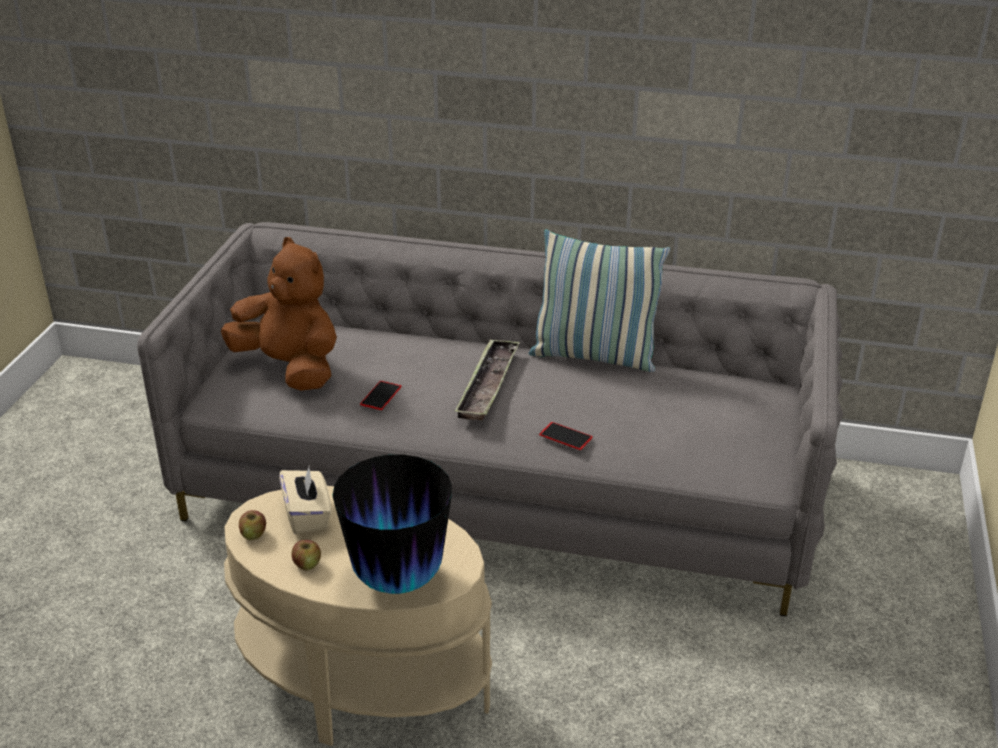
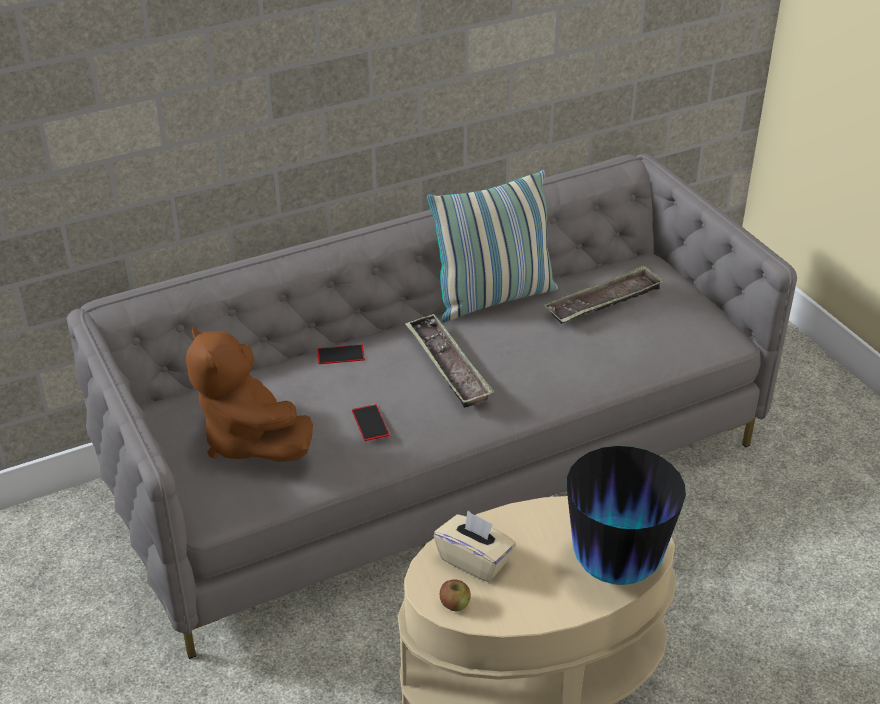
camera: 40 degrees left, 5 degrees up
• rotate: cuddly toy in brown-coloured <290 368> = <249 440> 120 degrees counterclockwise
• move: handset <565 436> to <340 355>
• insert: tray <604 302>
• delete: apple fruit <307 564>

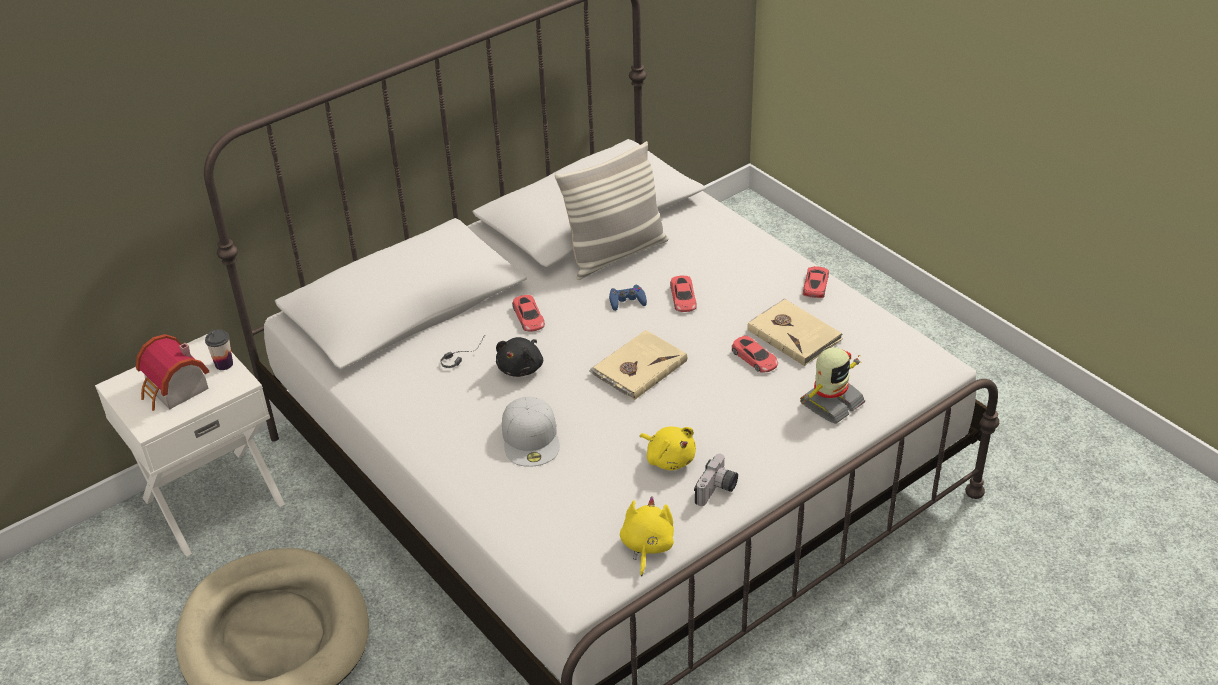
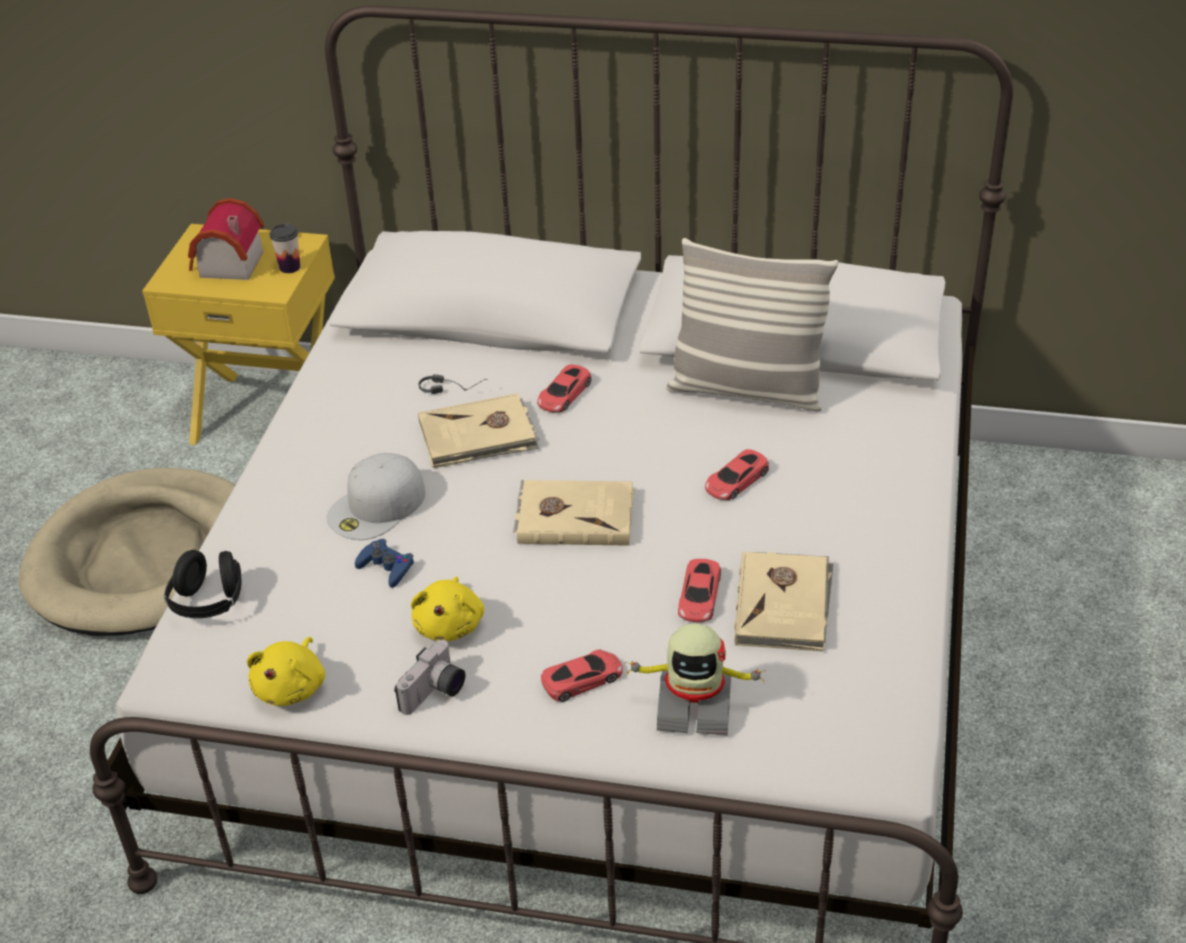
camera: 50 degrees right, 0 degrees up
• recolor: night table in white-coloured <212 500> to night table in yellow-coloured <269 412>
• insert: headset in black-coloured <209 603>
• rotate: cuddly toy in yellow-coloured <646 546> = <292 687> 135 degrees clockwise
• move: game controller in blue-coloured <627 301> to <386 567>
• rotate: still camera <717 491> = <435 693> 45 degrees counterclockwise
• replace: cuddly toy in black-coloured <521 368> to book in beige <478 436>
• move: toy car in reddish <815 284> to <582 679>

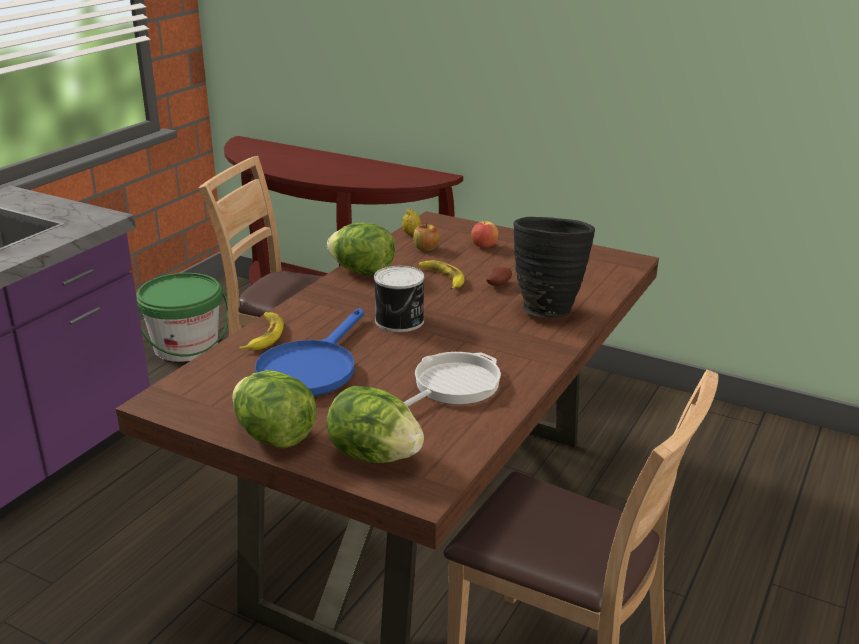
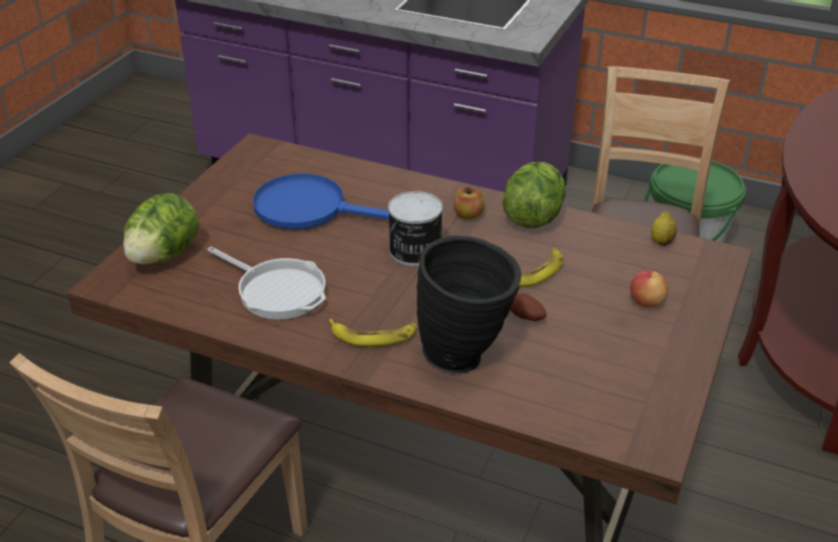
camera: 85 degrees right, 10 degrees up
• move: whole banana <264 335> to <373 336>
• move: apple fruit <426 248> to <468 215>
• delete: lettuce head <274 436>

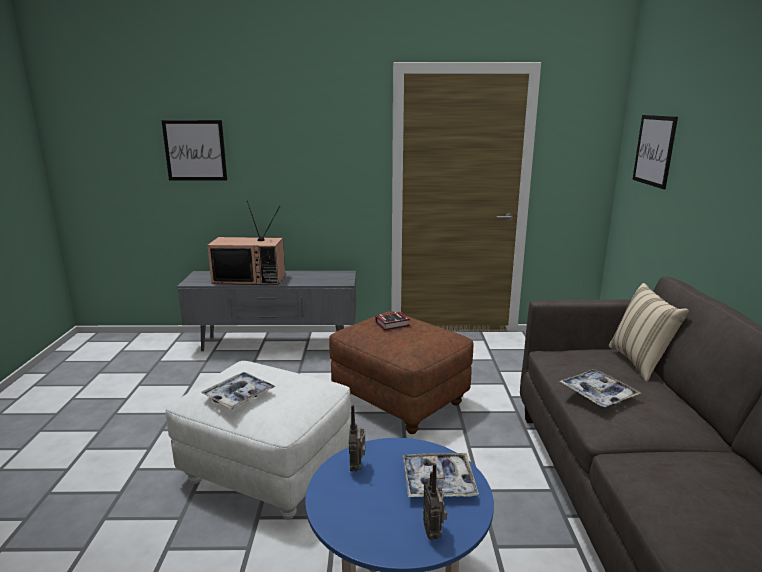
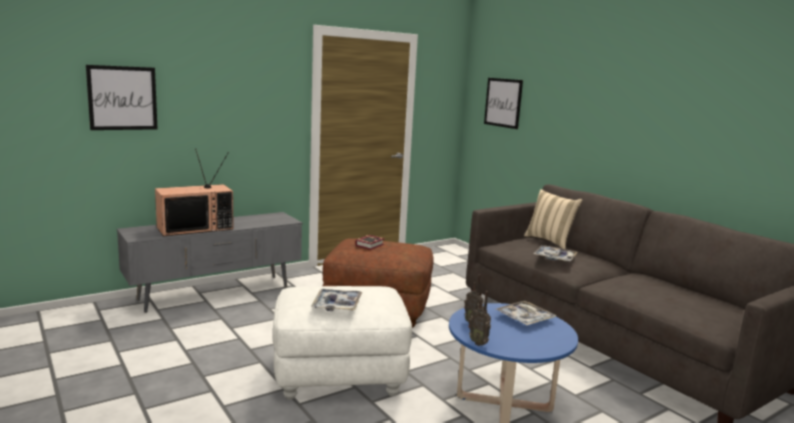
camera: 35 degrees left, 5 degrees down
• move: radio receiver <433 532> to <478 343>

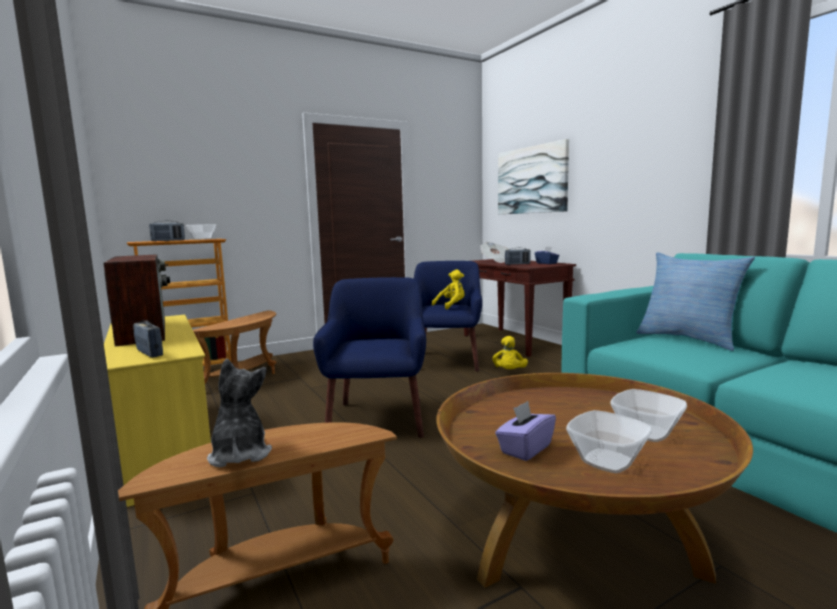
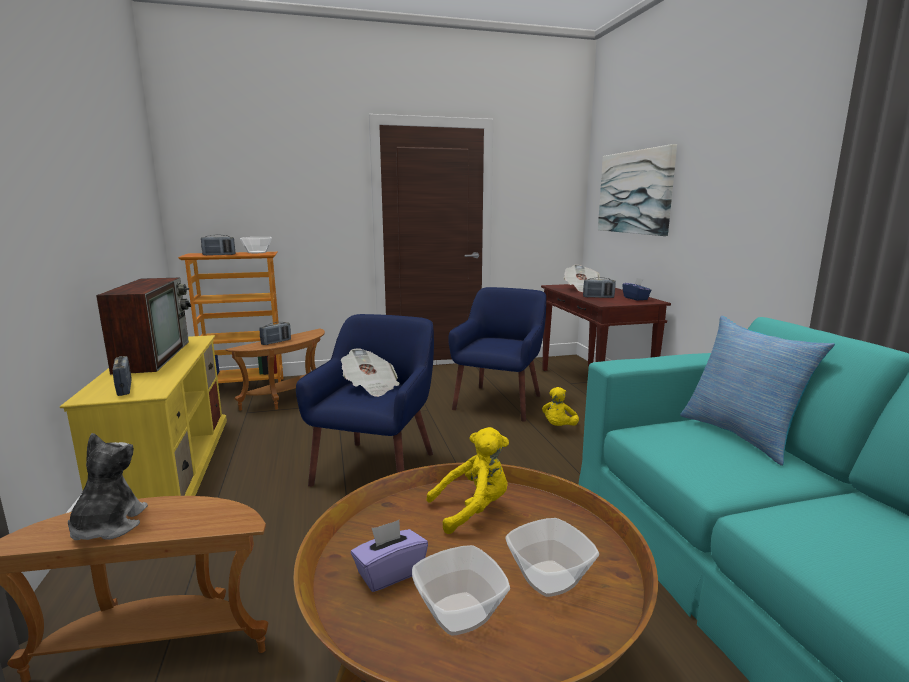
camera: 15 degrees right, 5 degrees up
• insert: radio receiver <276 342>
• insert: printed paper <371 387>
• move: cuddly toy in yellow-coloured <451 306> to <473 510>

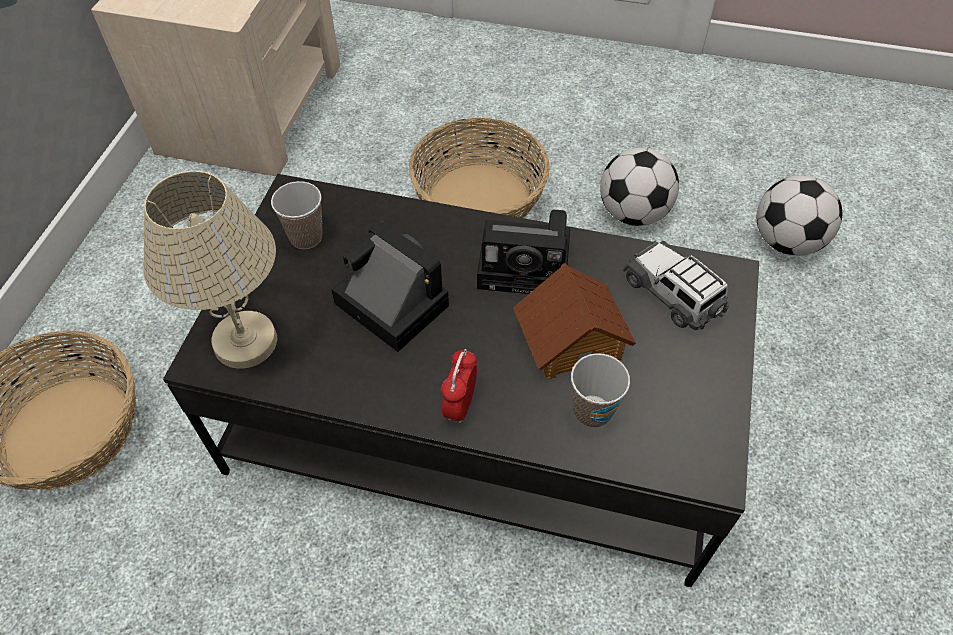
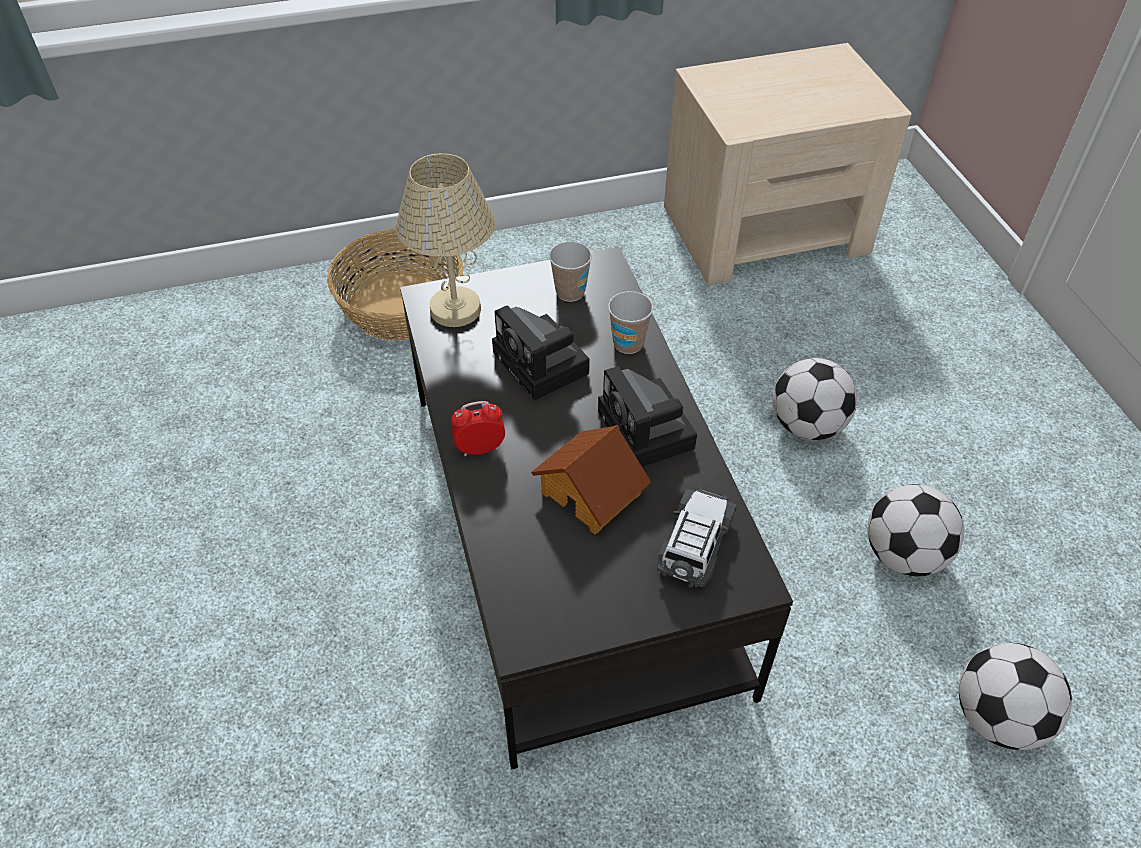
camera: 60 degrees right, 5 degrees down
• rotate: still camera <387 303> = <544 365> 135 degrees clockwise
• move: cup <592 411> to <628 343>
• replace: household basket <479 199> to ball for football <807 425>

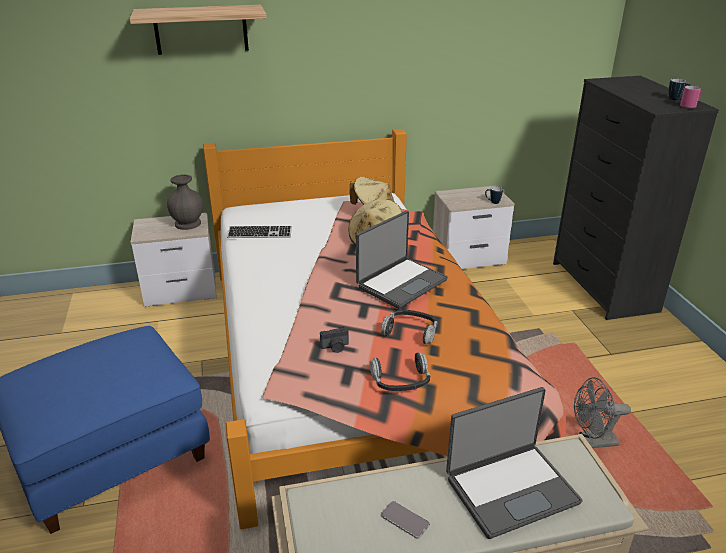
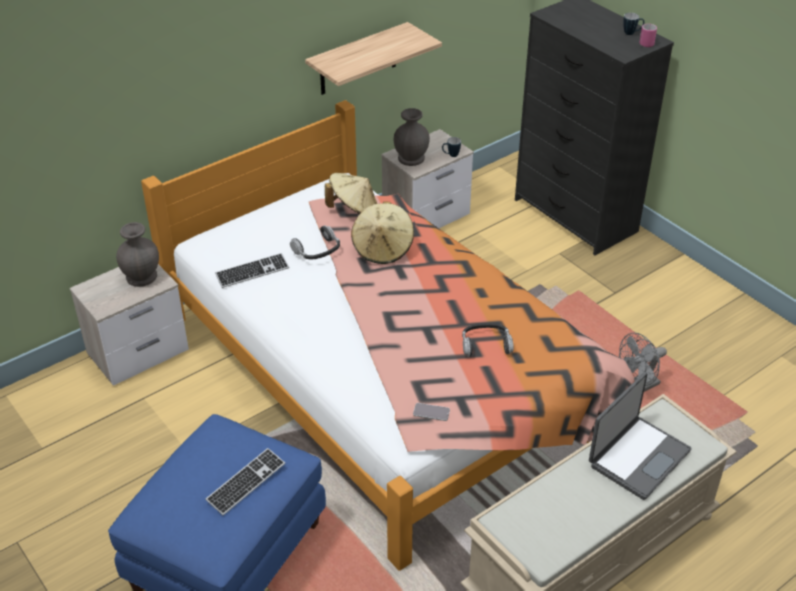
camera: 25 degrees left, 10 degrees up
• insert: PC keyboard <246 483>
• move: headset <400 380> to <317 250>
• move: shelf <201 29> to <358 60>
• insert: decorative vase in gray <410 158>
• move: handset <405 520> to <431 412>
• delete: still camera <335 347>
• delete: portable computer <401 283>

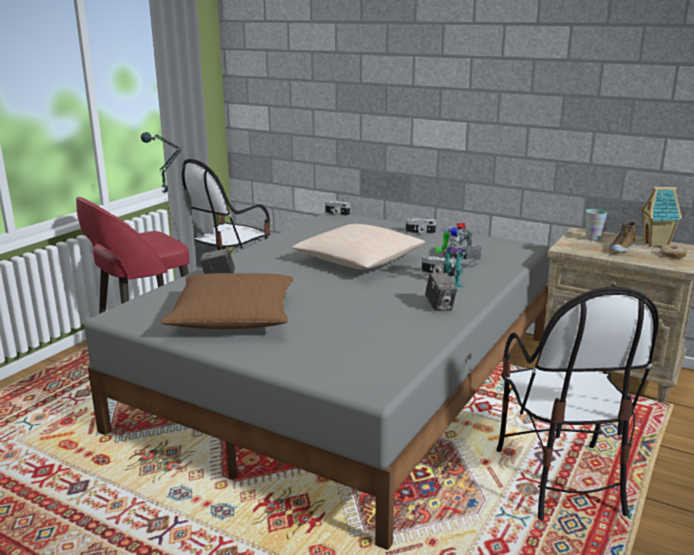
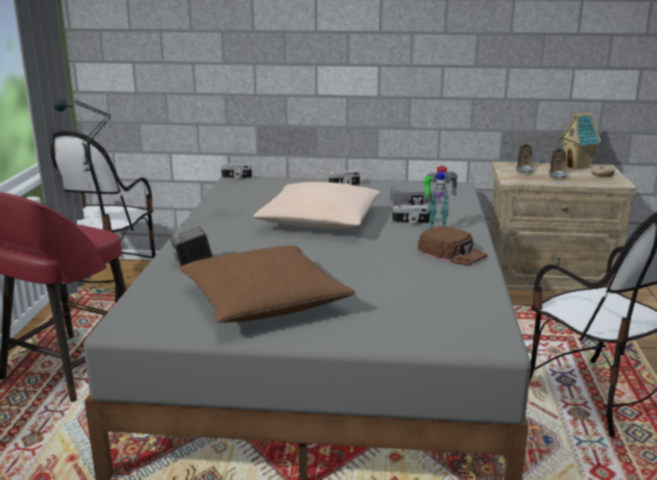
camera: 25 degrees left, 0 degrees up
• replace: still camera <440 306> to peaked cap in brown-coloured <452 253>
• replace: cup <593 238> to low shoe <524 169>

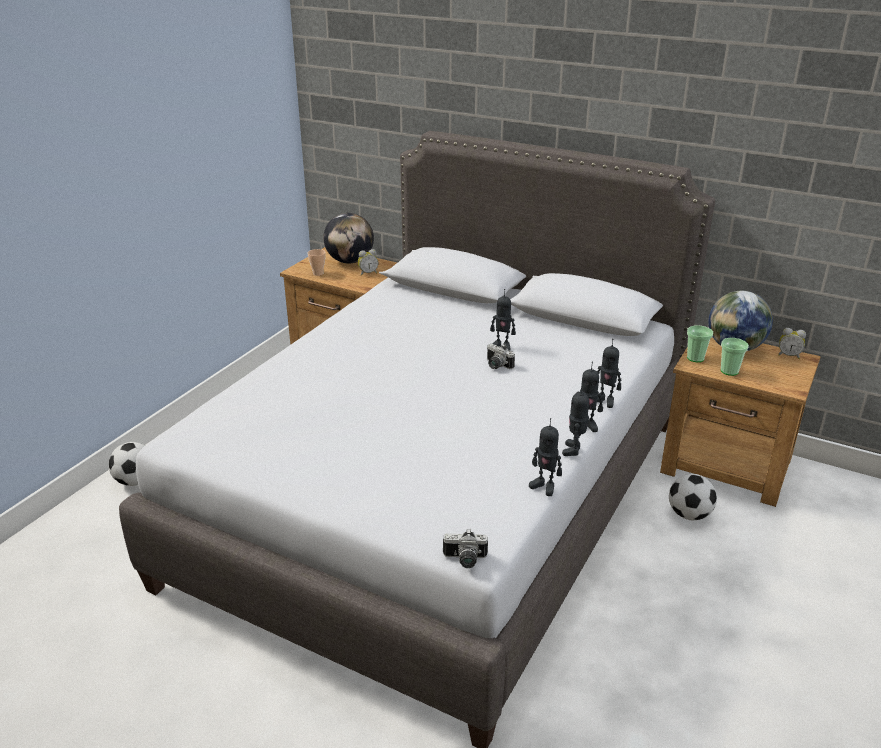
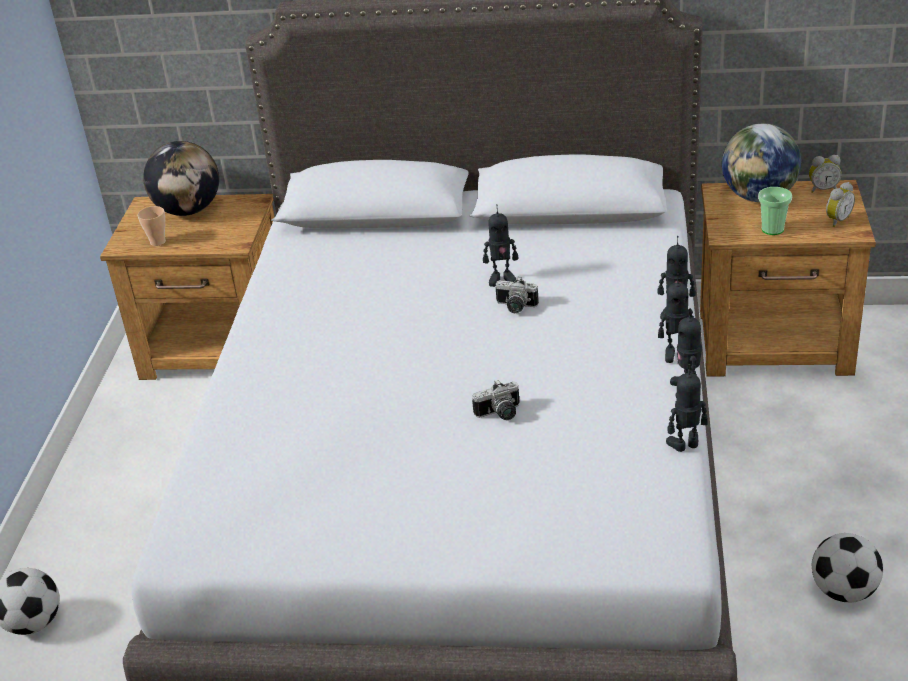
camera: 20 degrees left, 5 degrees up
• move: still camera <464 560> to <500 414>
• rotate: robot figure <544 486> = <686 445> 150 degrees clockwise
• move: ball for football <689 515> to <843 591>
• move: alarm clock <368 273> to <836 220>
• delete: cup <695 358>

